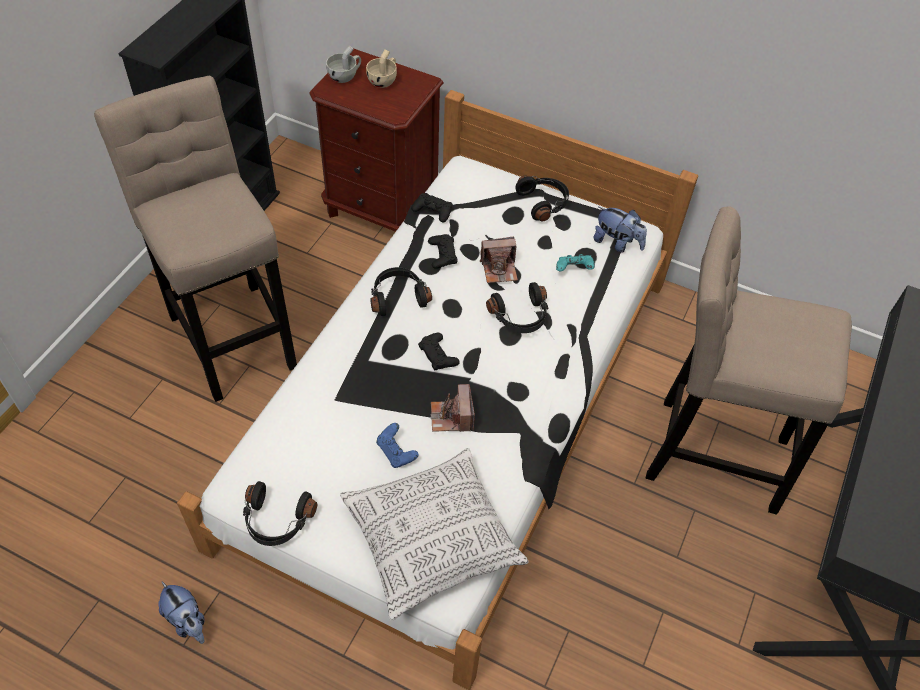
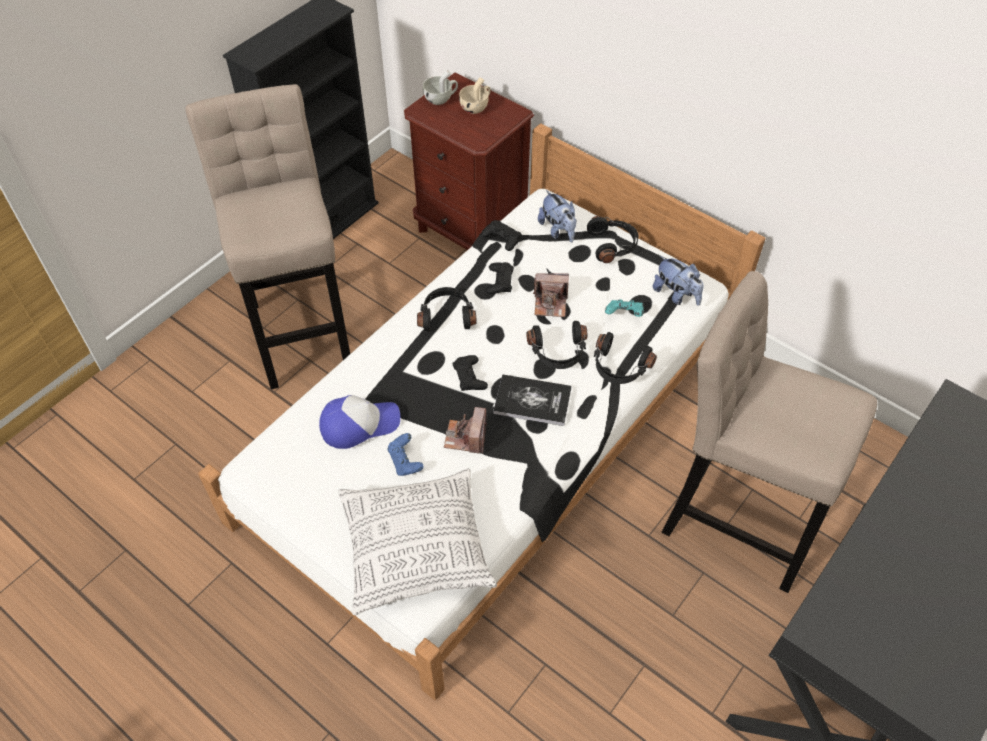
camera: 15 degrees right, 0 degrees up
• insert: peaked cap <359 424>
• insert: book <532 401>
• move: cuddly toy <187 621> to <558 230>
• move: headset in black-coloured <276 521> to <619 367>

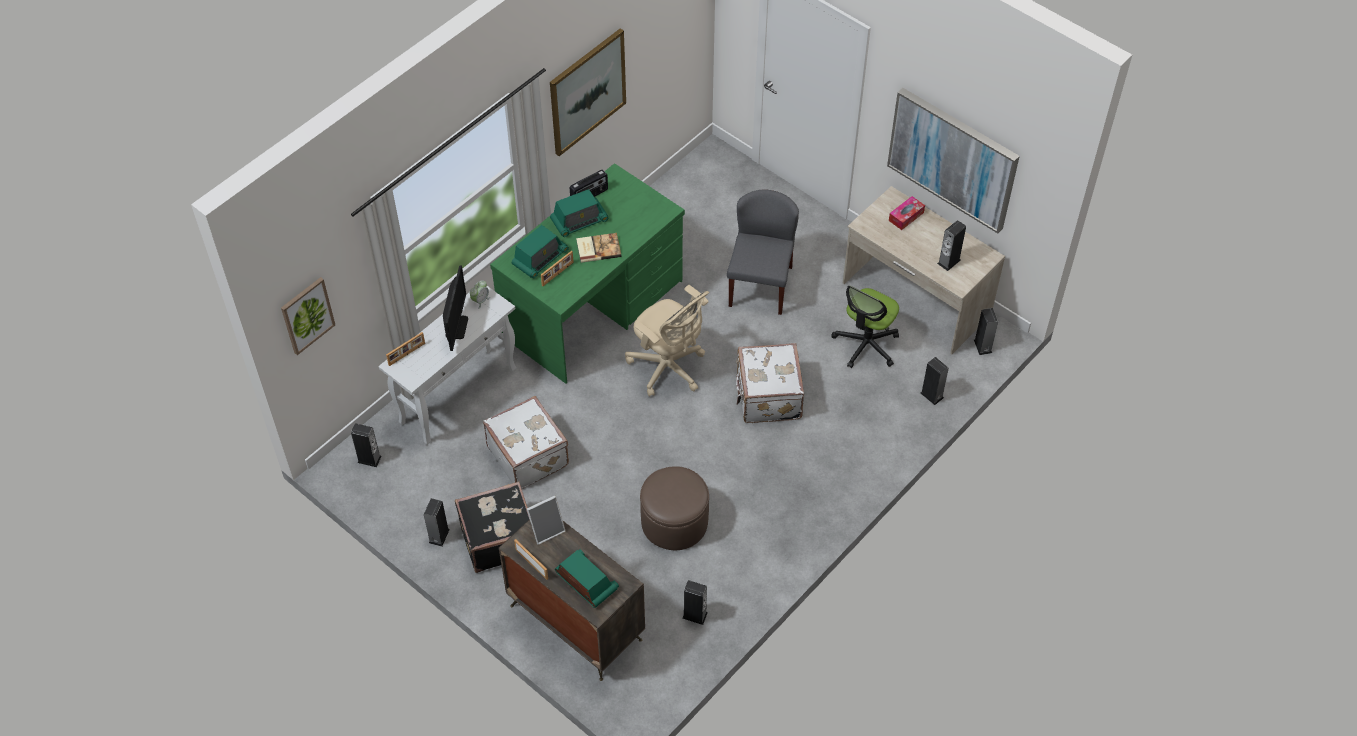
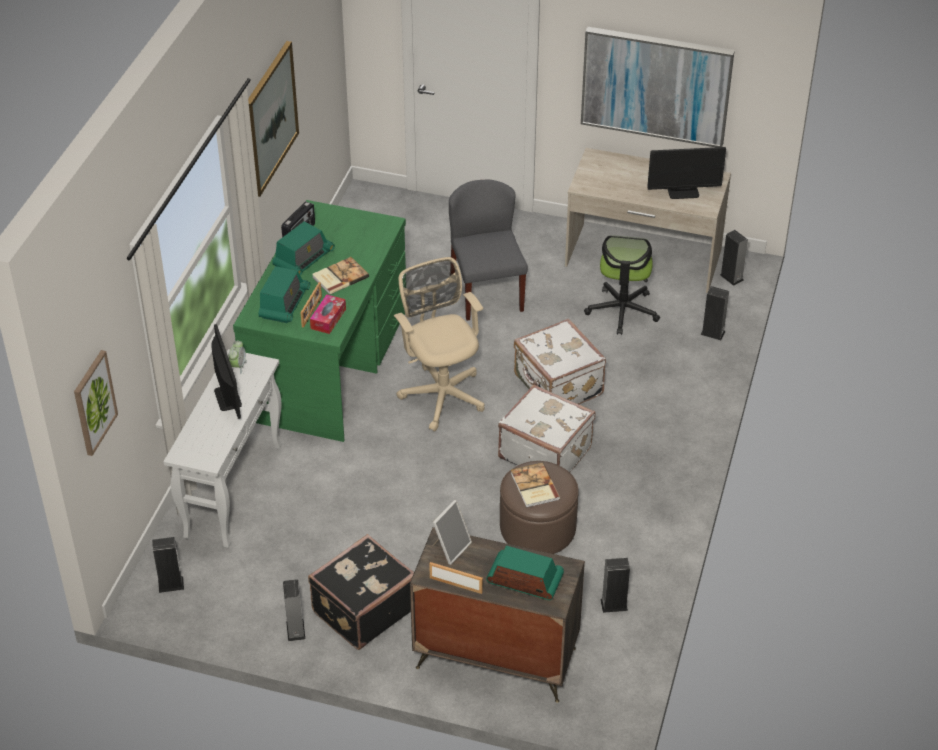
camera: 25 degrees left, 10 degrees down
• move: tissue holder <906 216> to <328 319>
• rotate: office chair in beige <668 368> = <442 393> 135 degrees counterclockwise
• move: travel case in white-coloured <529 455> to <545 452>
• insert: book <534 487>
• replace: audio speaker <949 261> to monitor <683 192>
• delete: picture frame <407 354>

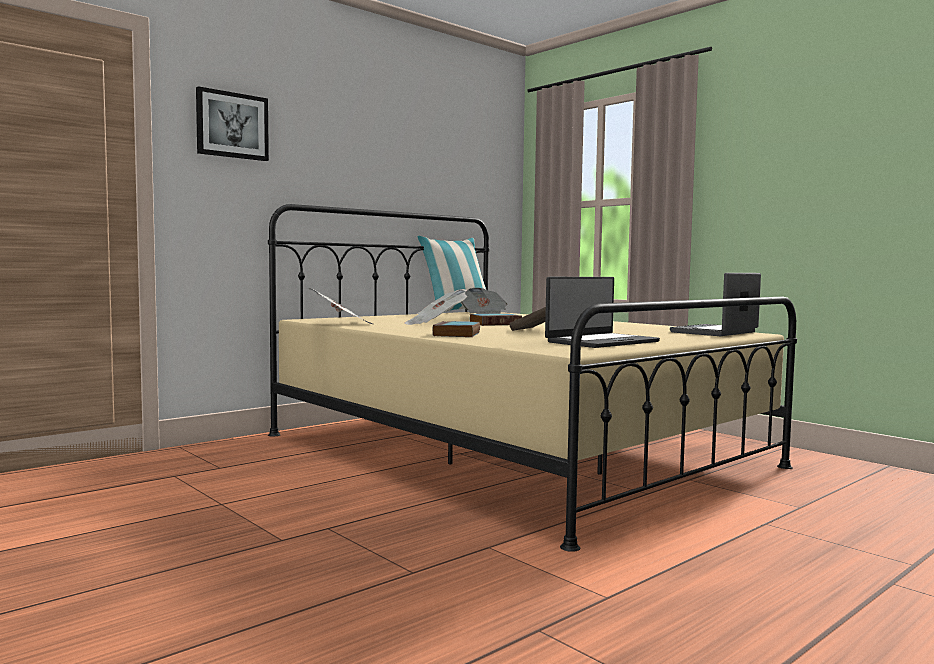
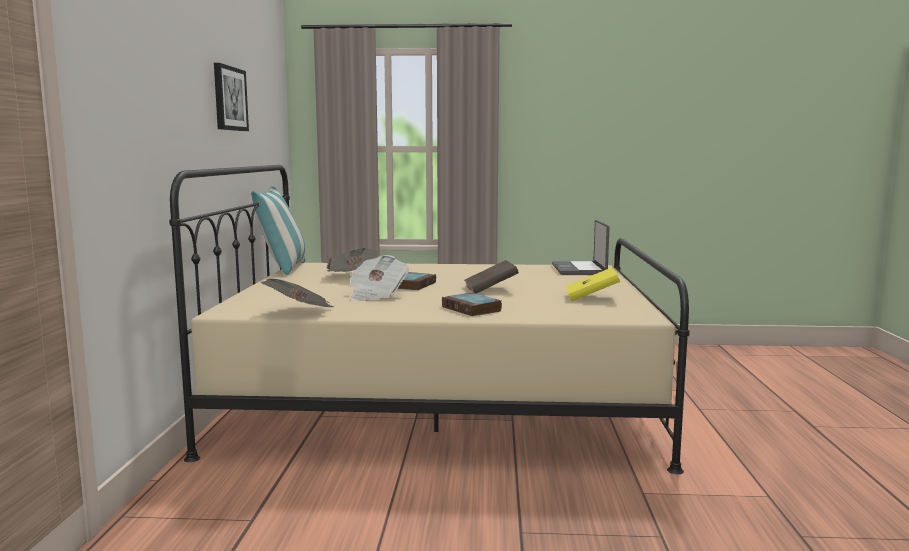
camera: 45 degrees left, 5 degrees up
• move: picture <232 125> to <229 98>
• replace: portable computer <601 341> to book in yellow-coloured <591 298>

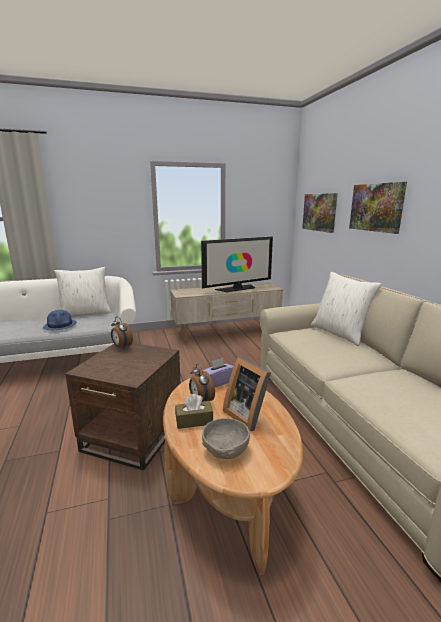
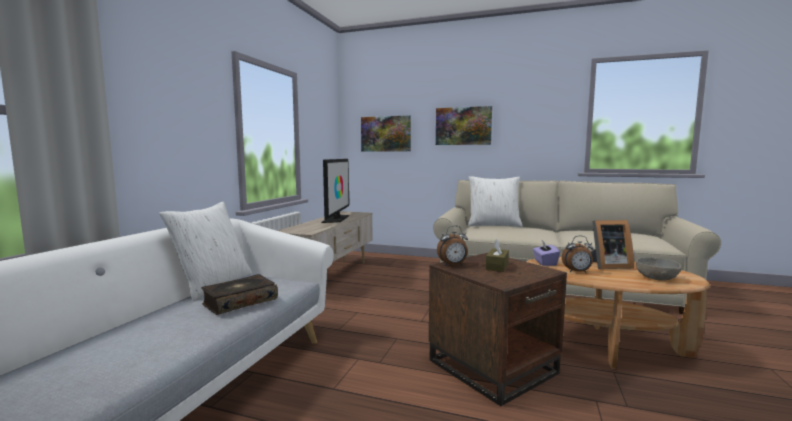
camera: 55 degrees left, 10 degrees down
• replace: hat in blue-coloured <60 325> to book <240 302>
• move: tissue holder in brown-coloured <194 421> to <497 266>

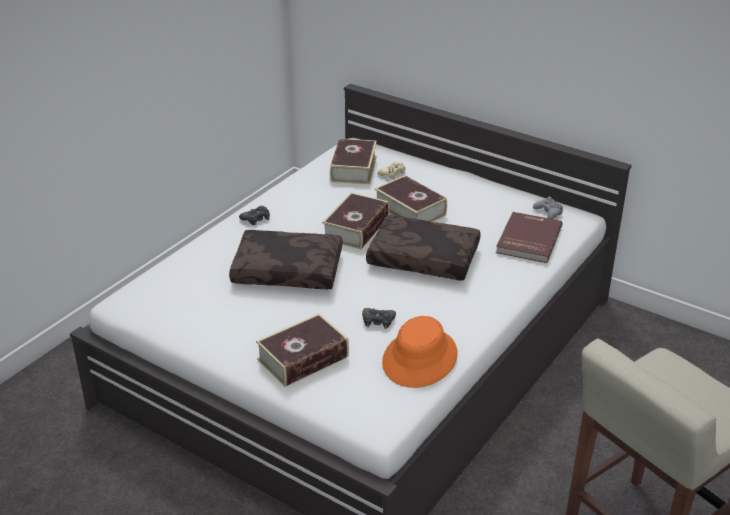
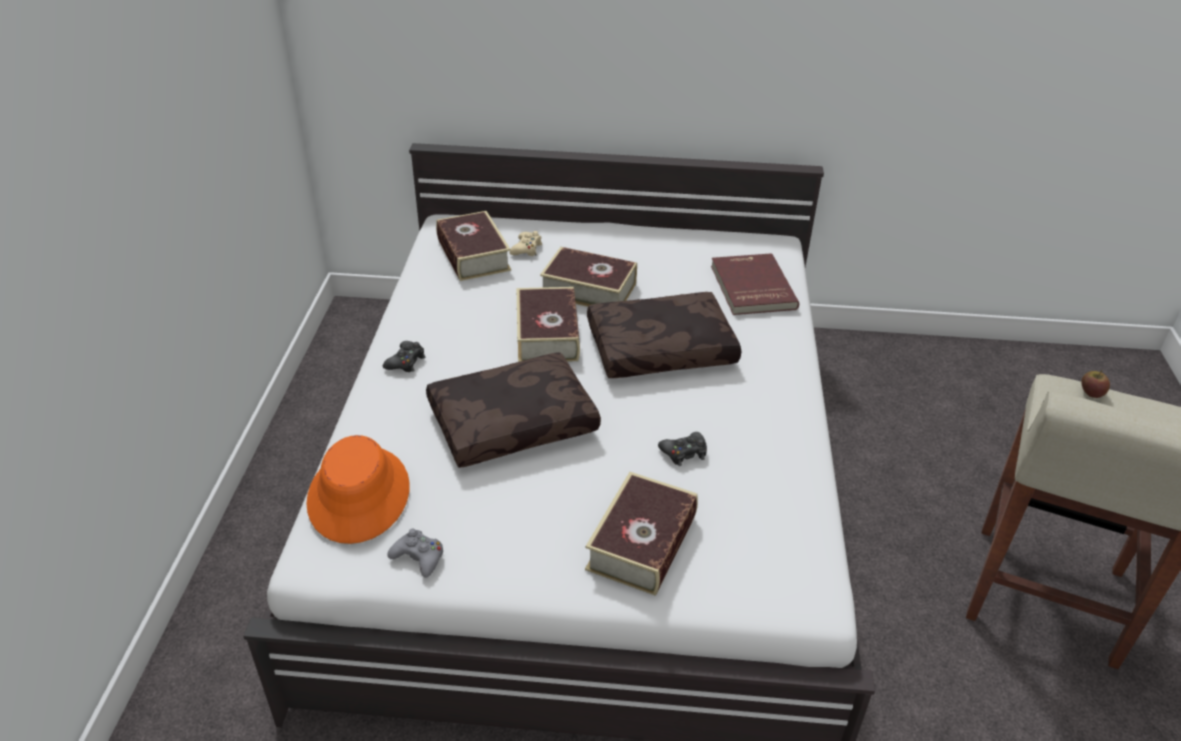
camera: 30 degrees left, 5 degrees up
• move: hat in orange <420 358> to <359 495>
• move: game controller in gray <548 212> to <419 557>
• insert: apple fruit <1091 393>

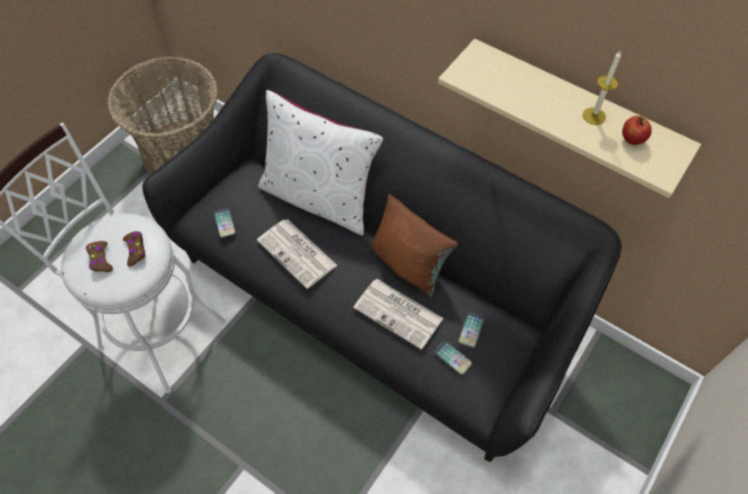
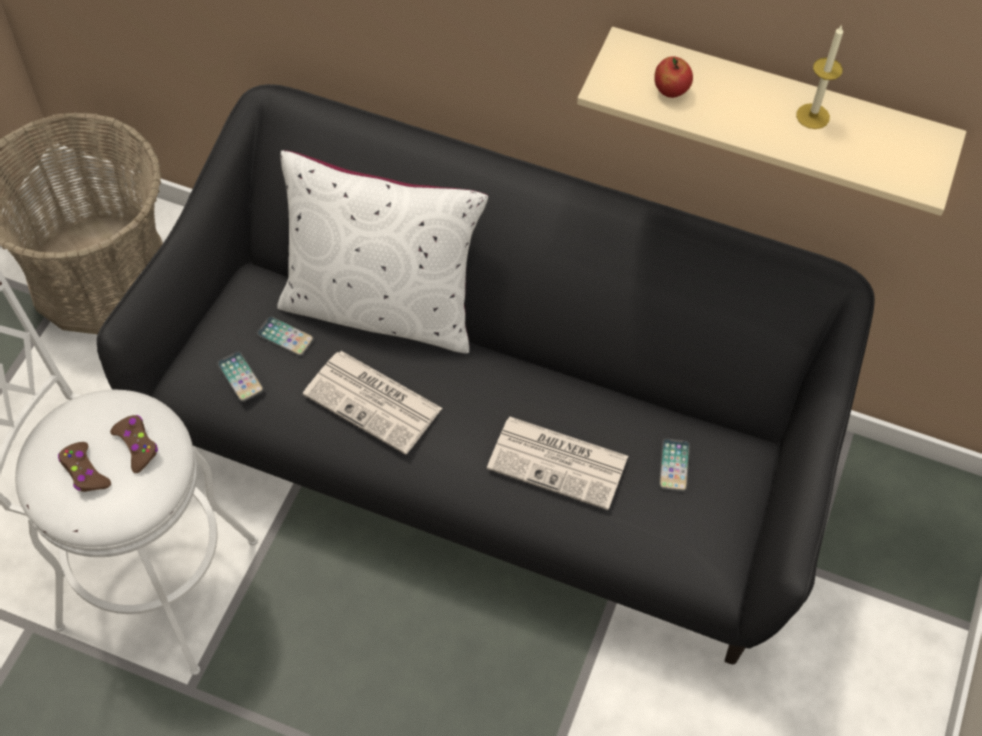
camera: 15 degrees left, 0 degrees up
• move: handset <453 358> to <285 337>
• move: apple fruit <632 140> to <671 91>
• delete: pillow in brown-coloured <409 265>

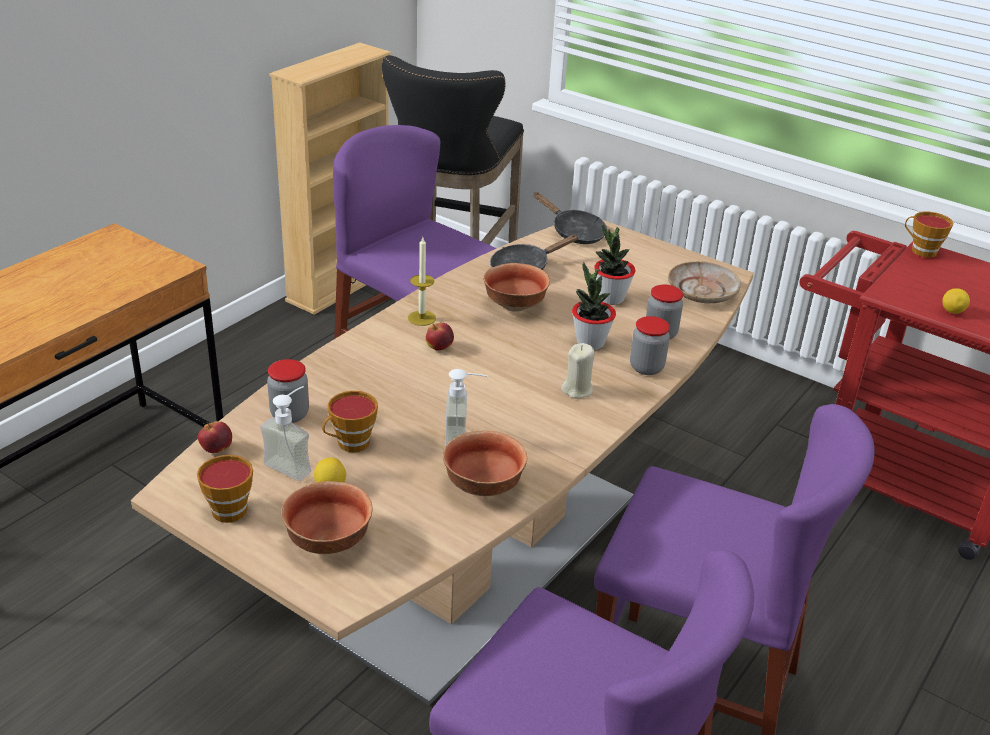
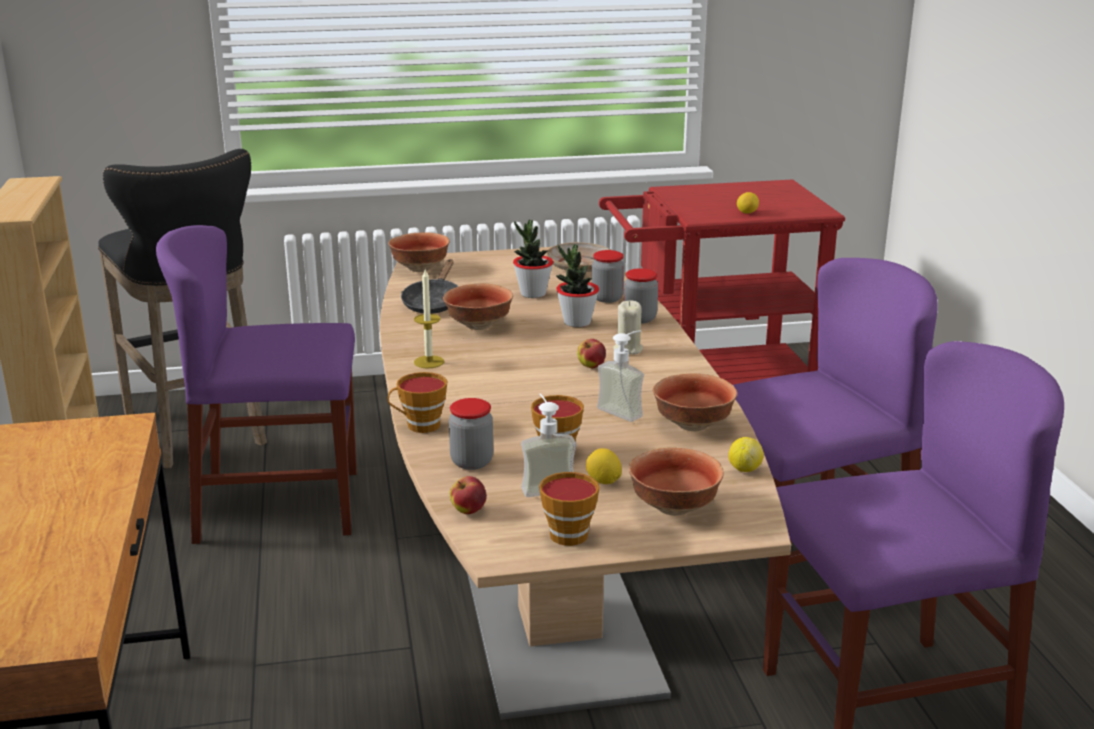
camera: 45 degrees left, 10 degrees down
• replace: skillet in black-coloured <574 232> to serving bowl <419 269>
• move: cup <920 250> to <419 426>
• move: apple fruit <439 347> to <591 366>
• insert: citrus fruit <744 469>

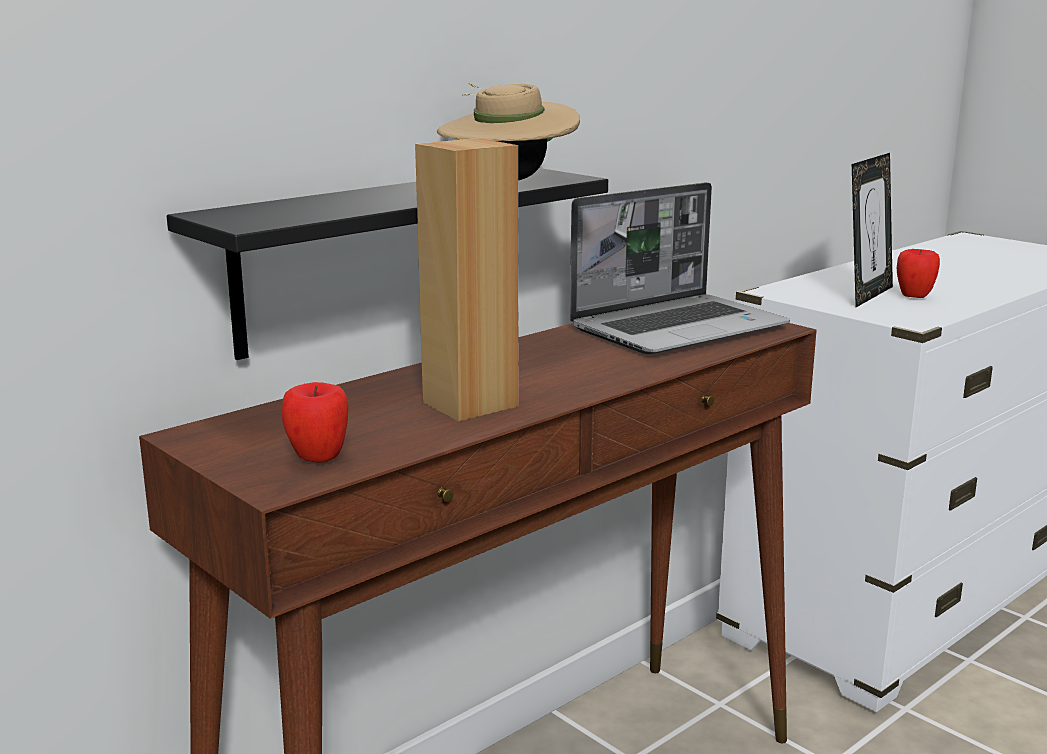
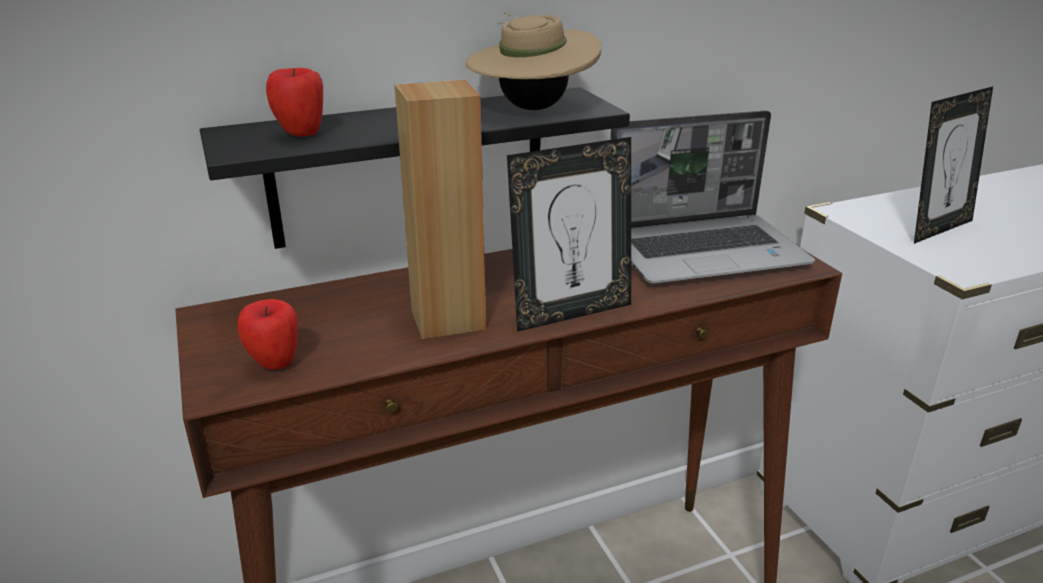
camera: 20 degrees right, 10 degrees up
• move: apple fruit <914 297> to <301 134>
• insert: picture frame <570 312>

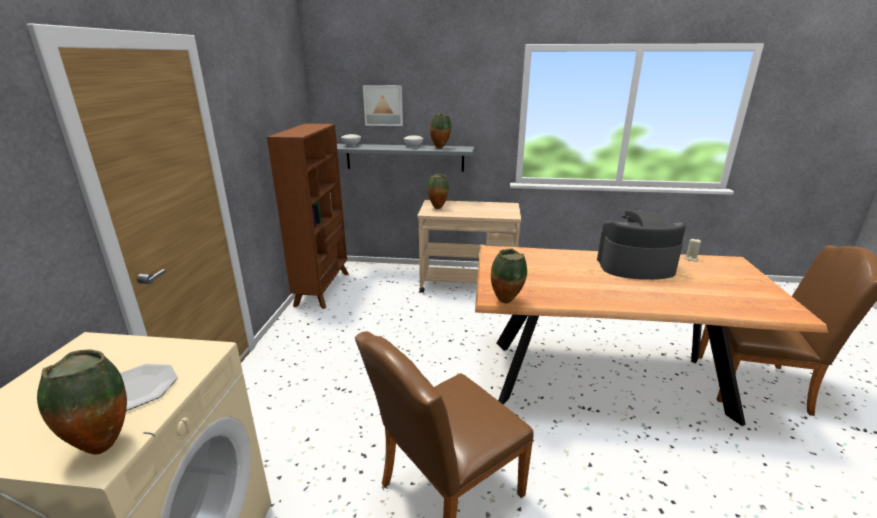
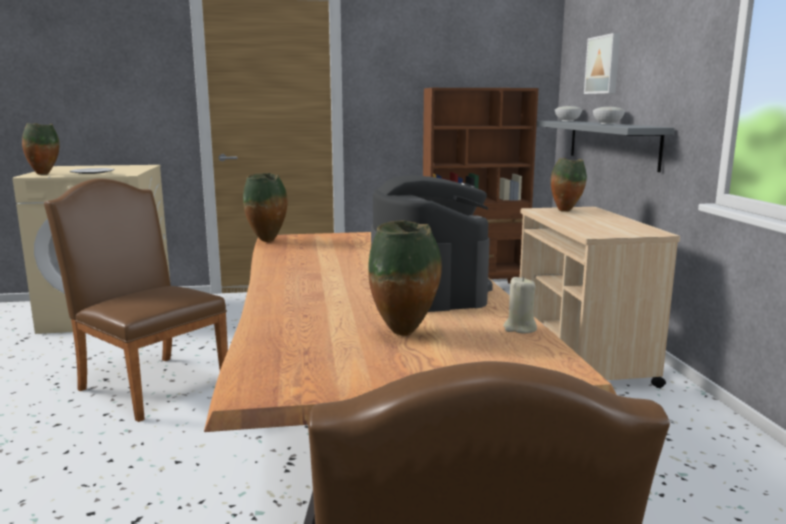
camera: 75 degrees right, 10 degrees down
• move: decorative vase <440 148> to <405 334>

